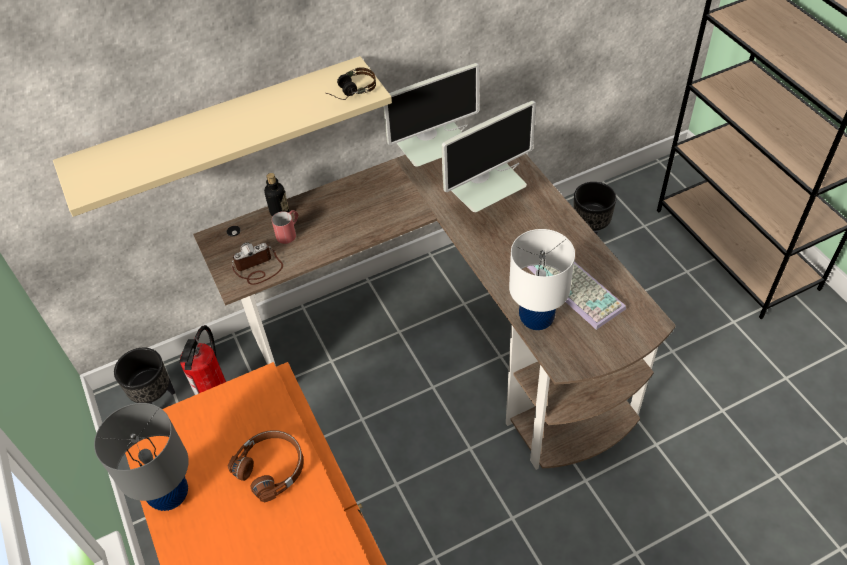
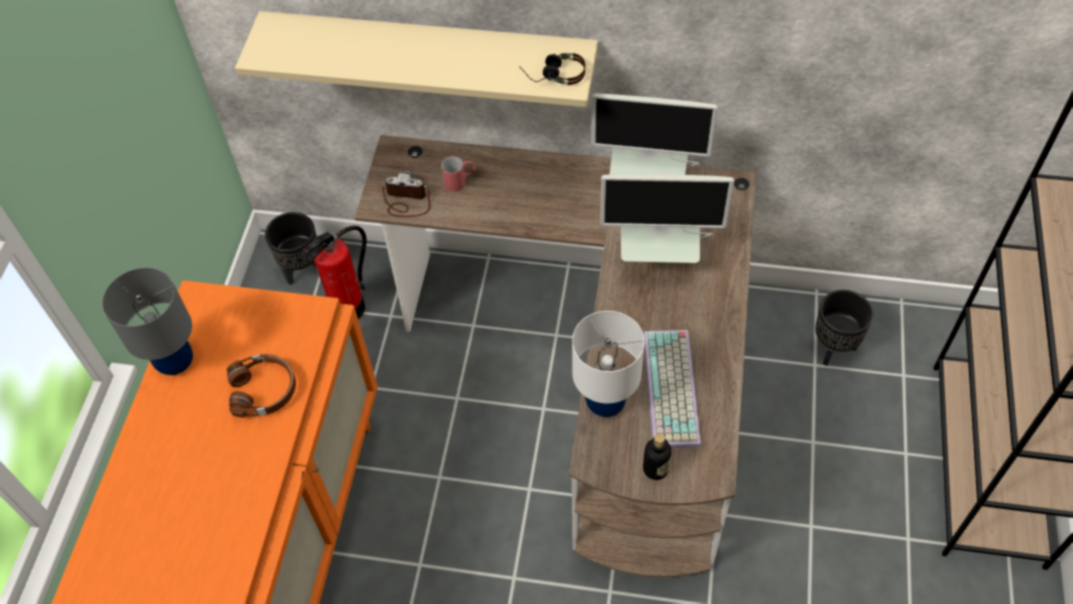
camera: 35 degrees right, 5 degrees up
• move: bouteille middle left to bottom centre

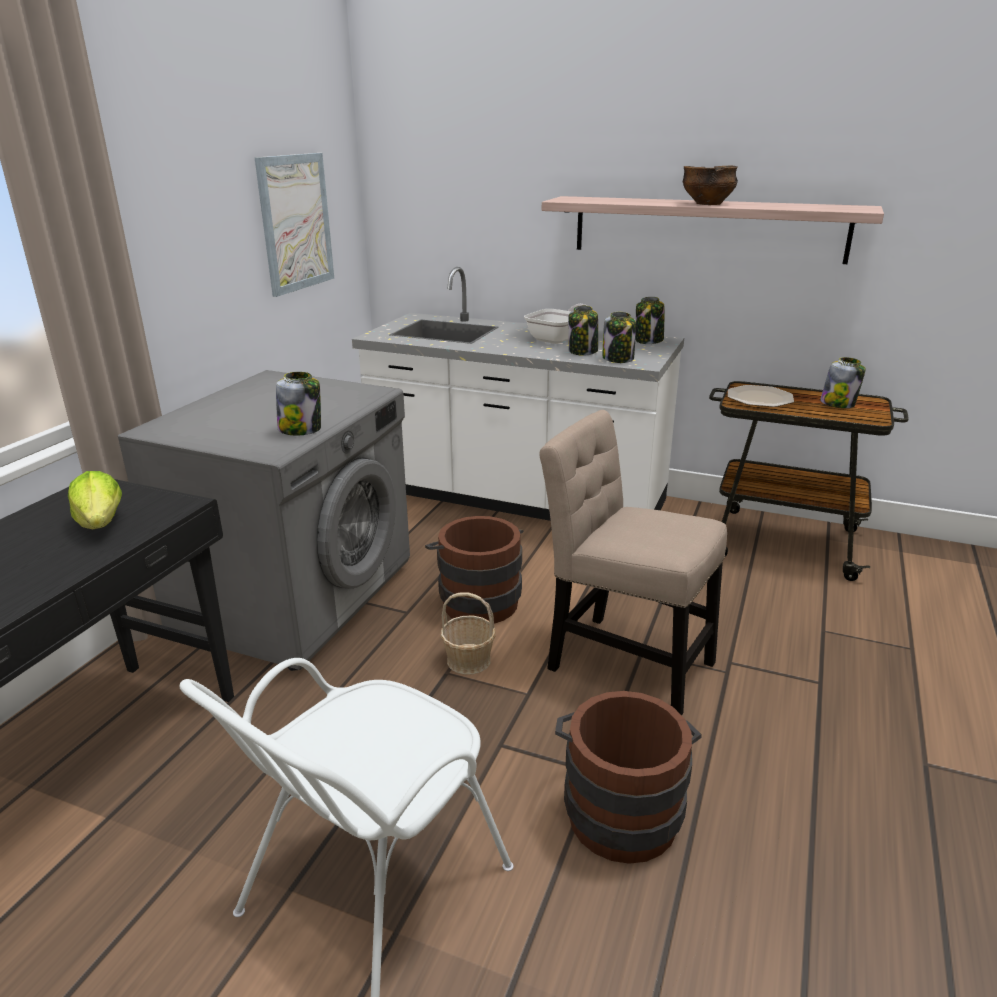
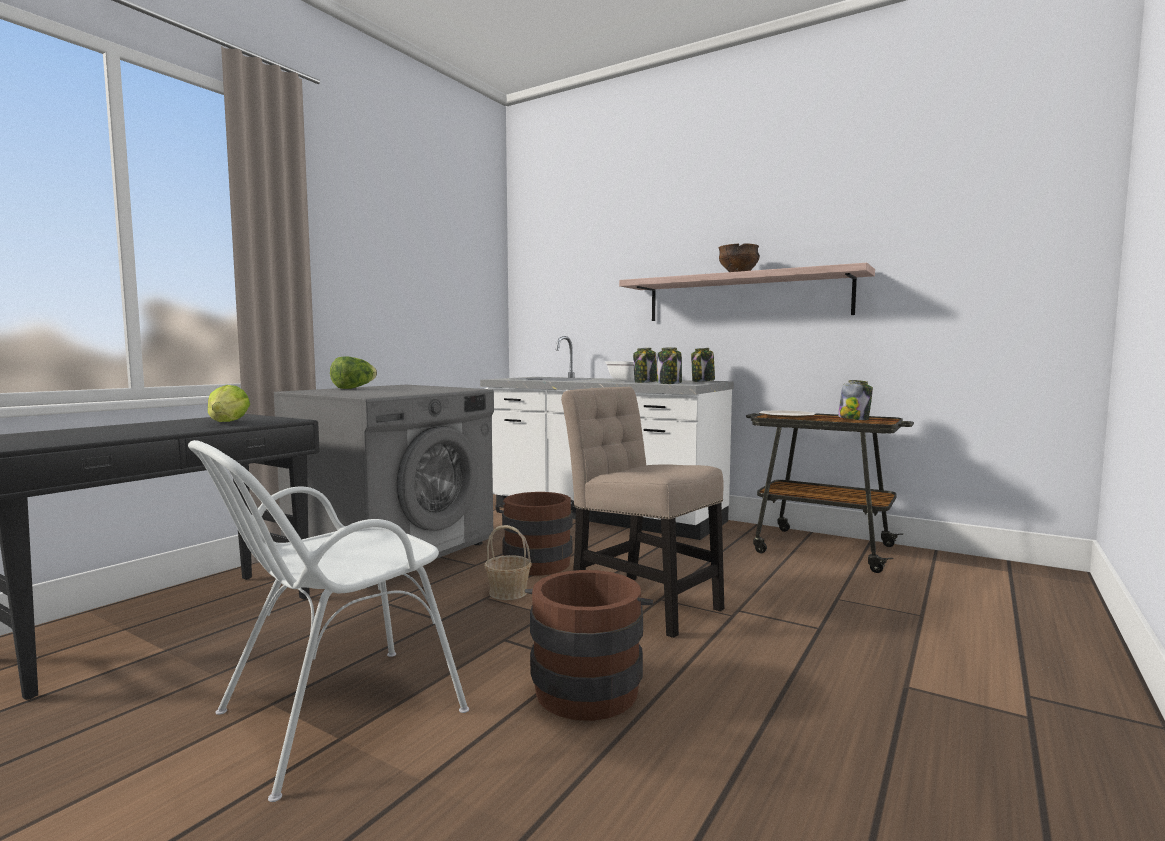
camera: 10 degrees right, 20 degrees down
• insert: laitue (2nd from left) middle left
• delete: tableau top left
• delete: bocal (1st from left) middle left

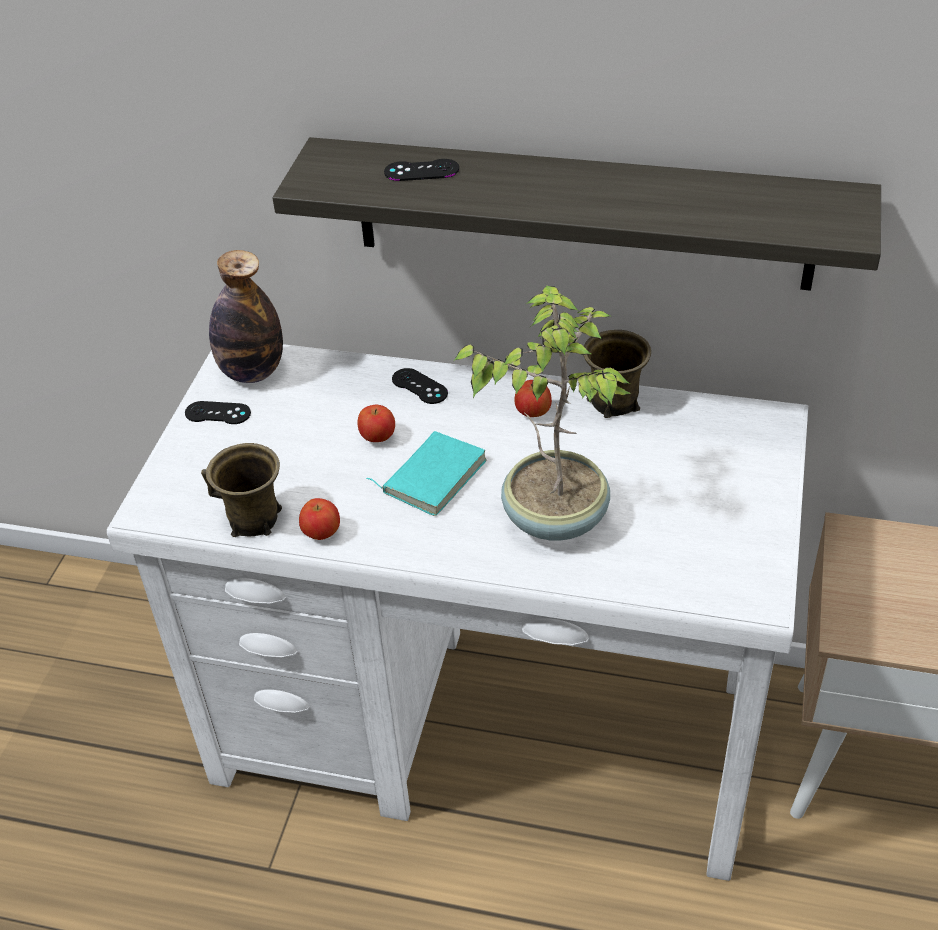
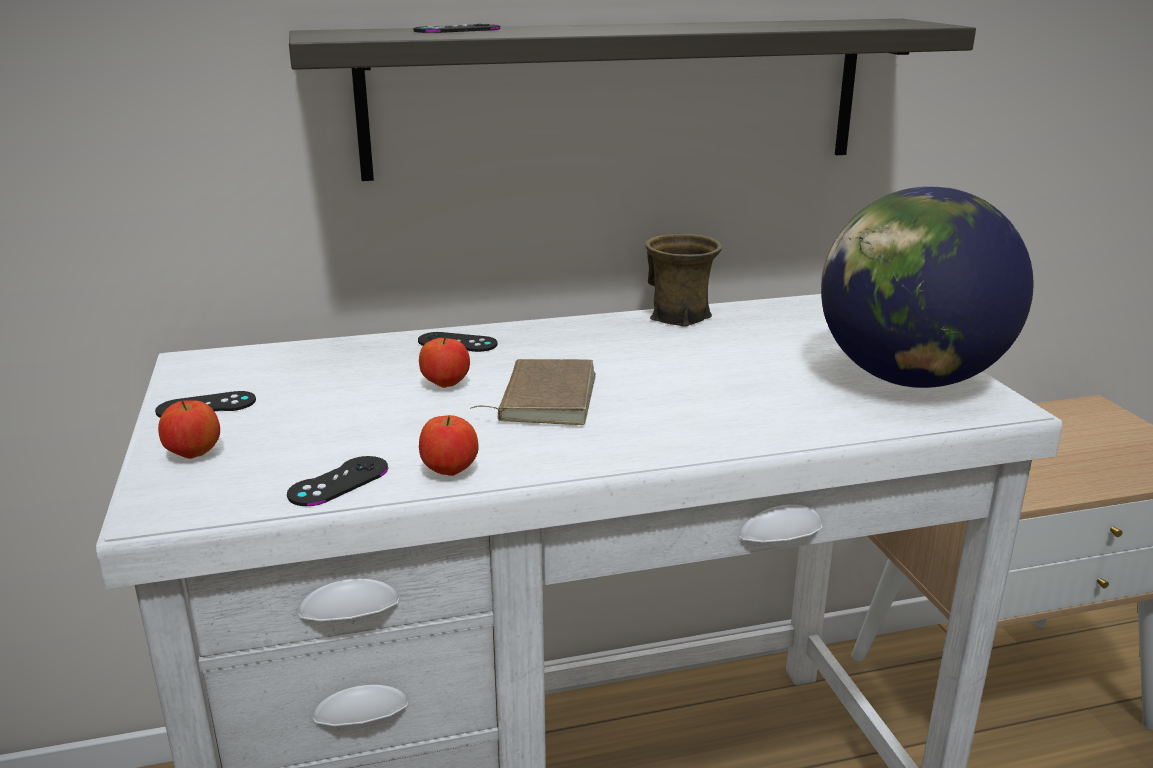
camera: 30 degrees left, 20 degrees down
• move: pomme (3rd from left in the first image) centre to pomme (1st from left) middle left
• replace: mug (marron) (1st from left) middle left to manette (noir) (2nd from left) middle left
• recolor: livre (turquoise) centre to livre (marron) centre
• insert: globe middle right
• delete: bouteille middle left
• delete: plante en pot centre

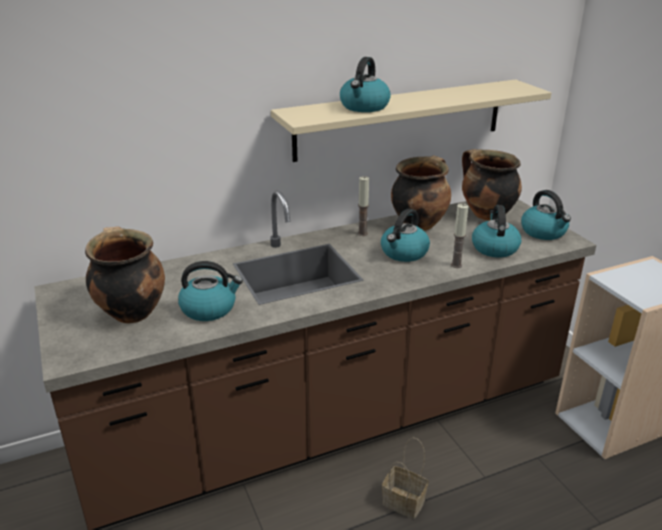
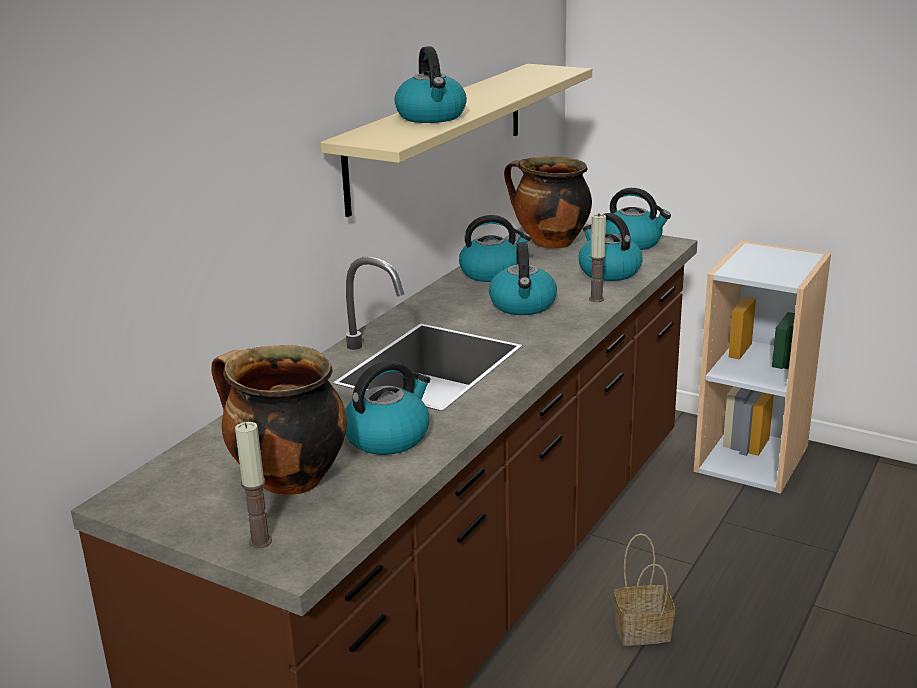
camera: 35 degrees left, 5 degrees down
• move: bougie (1st from left) centre to bottom left
• replace: marmite (2nd from left) centre to bouilloire (3rd from left) centre

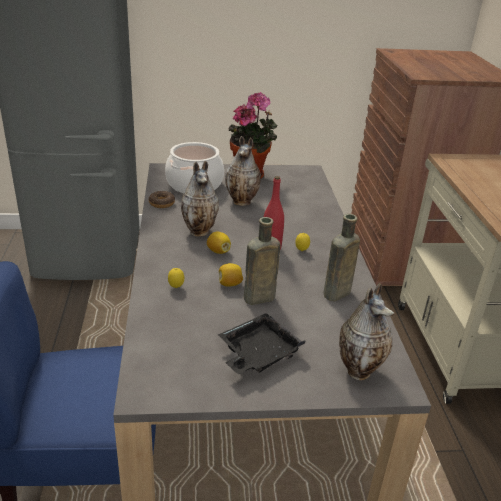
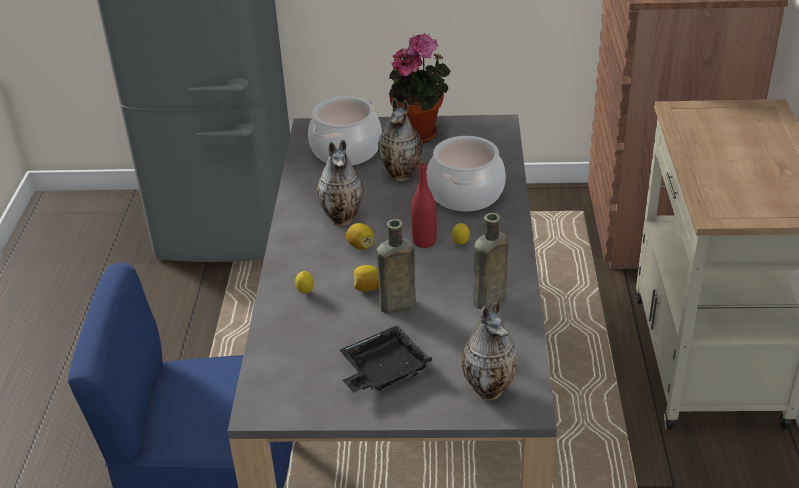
camera: 10 degrees right, 5 degrees up
• insert: marmite (2nd from left) centre
• delete: beignet middle left

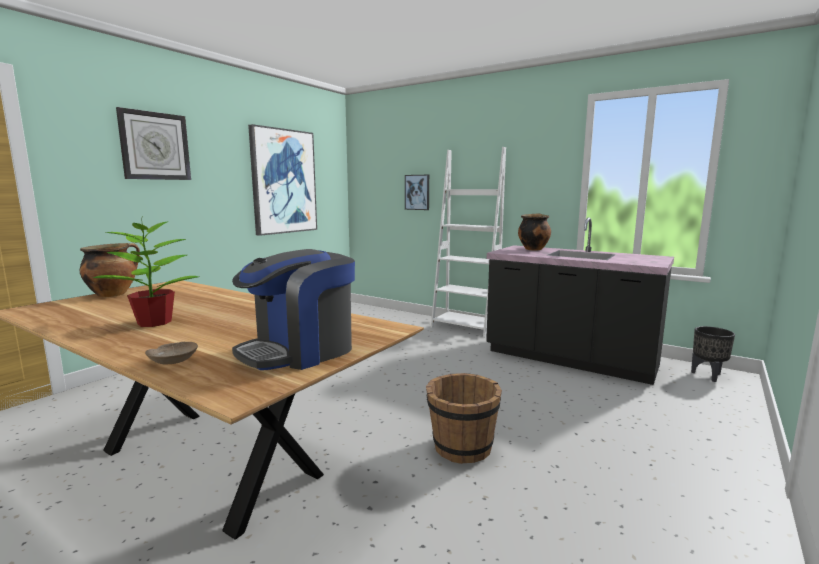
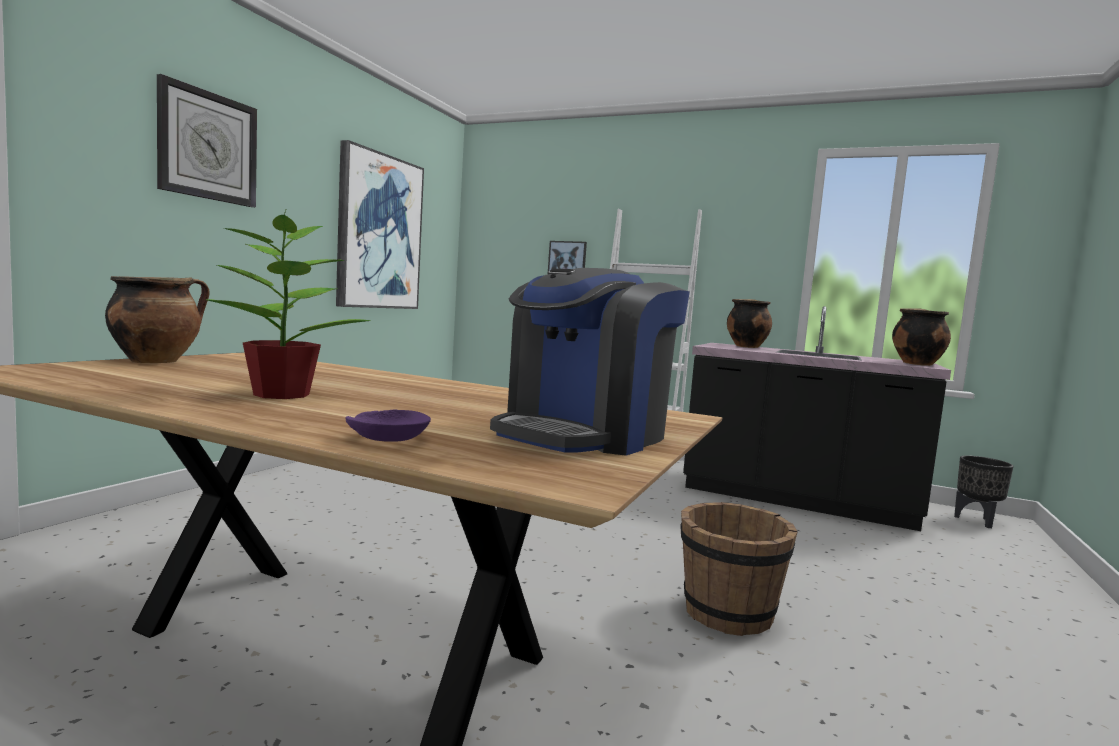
camera: 10 degrees left, 5 degrees down
• recolor: bol (beige) middle left to bol (violet) centre
• insert: marmite (3rd from left) middle right

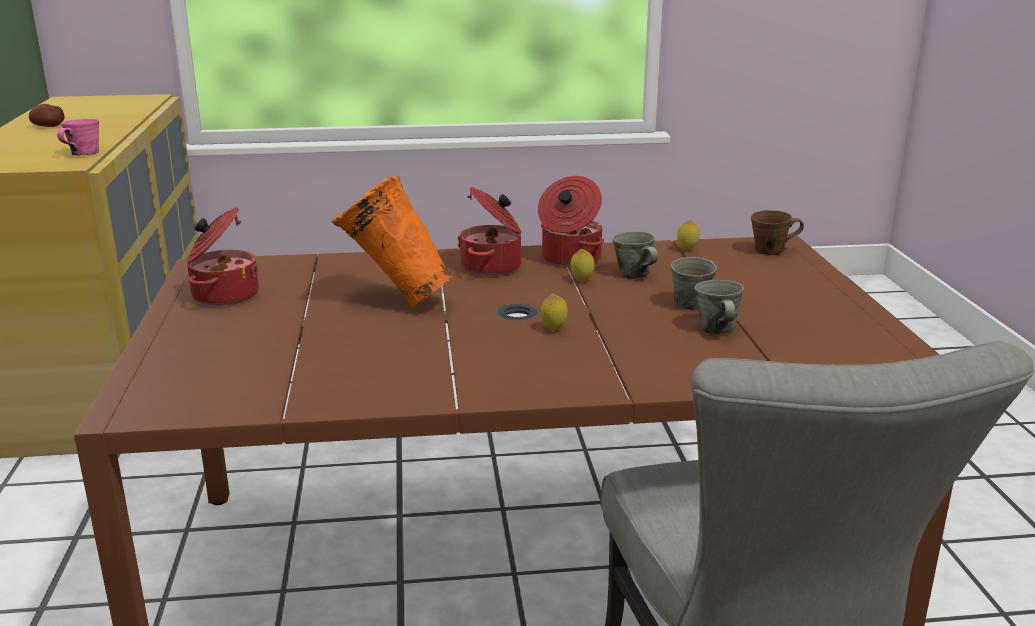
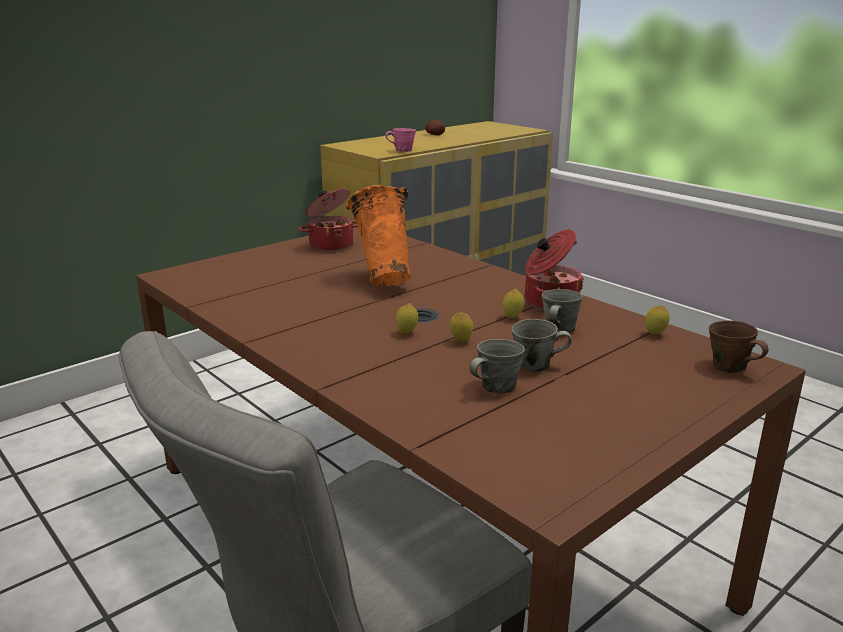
camera: 55 degrees right, 0 degrees up
• insert: citron (2nd from left) centre
• delete: marmite (2nd from left) centre

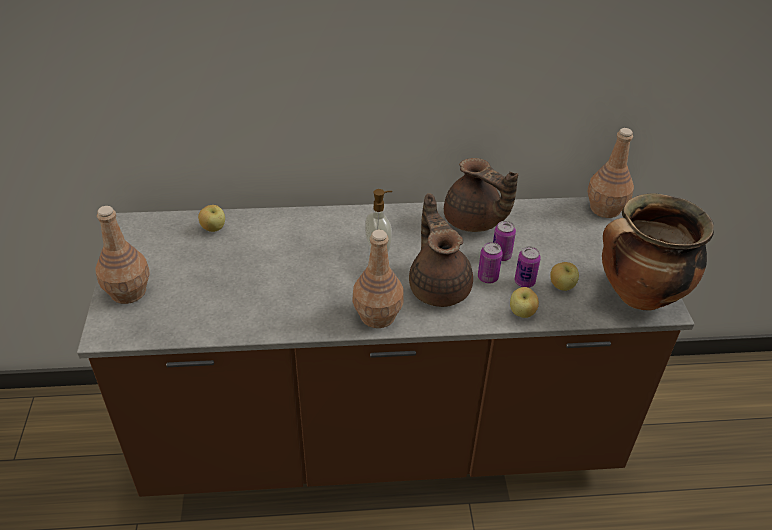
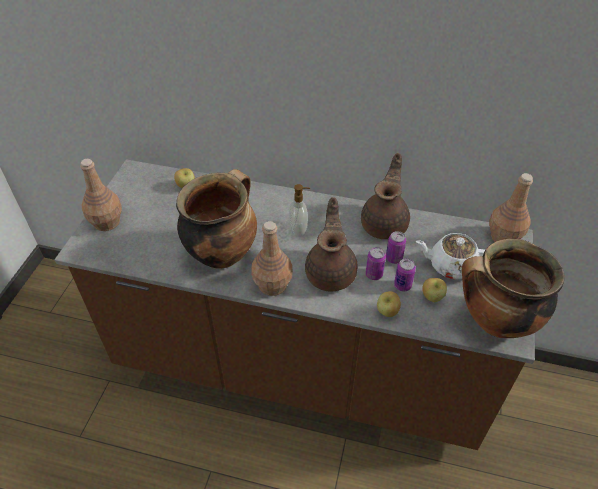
camera: 20 degrees right, 5 degrees up
• insert: marmite (1st from left) centre
• rotate: théière (marron) (2nd from left) centre = centre 135 degrees counterclockwise
• insert: théière (blanc) middle right

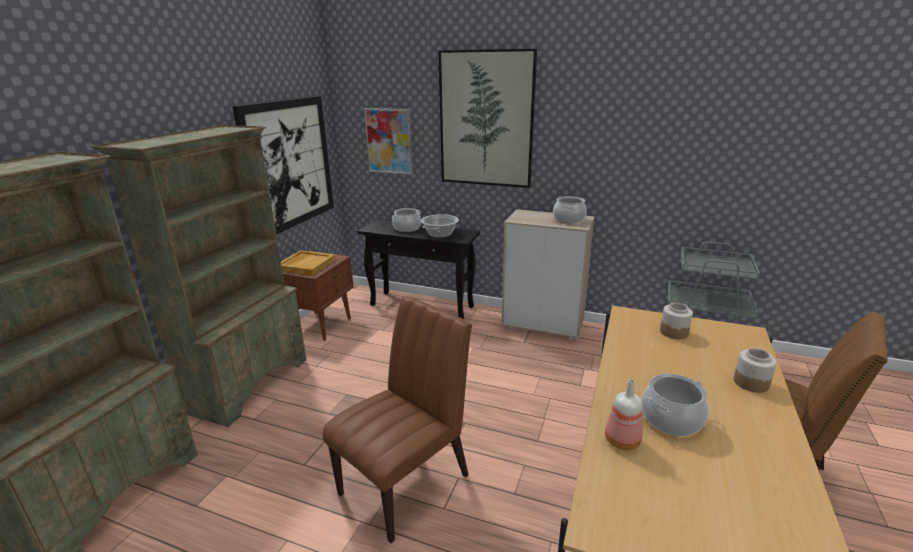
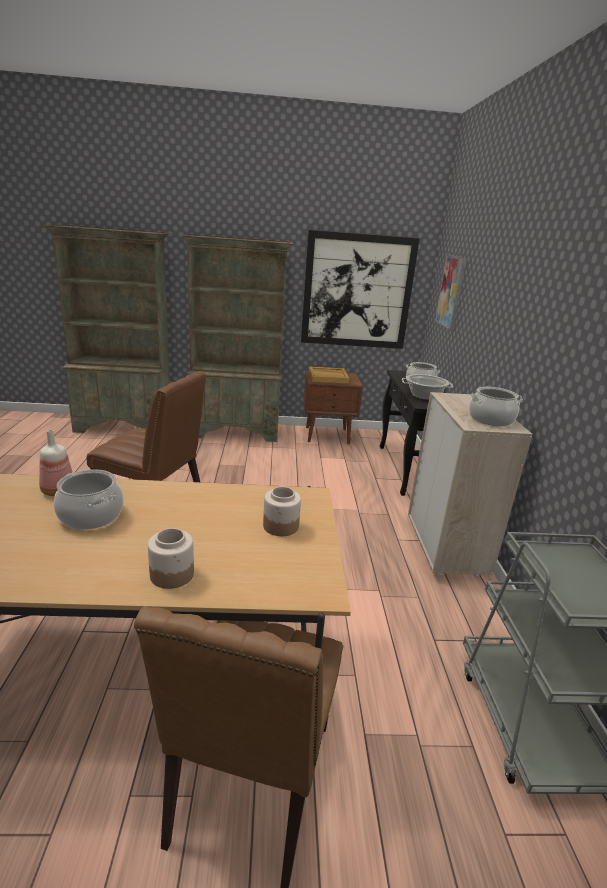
camera: 65 degrees right, 0 degrees up
• delete: tableau (3rd from left) top centre

